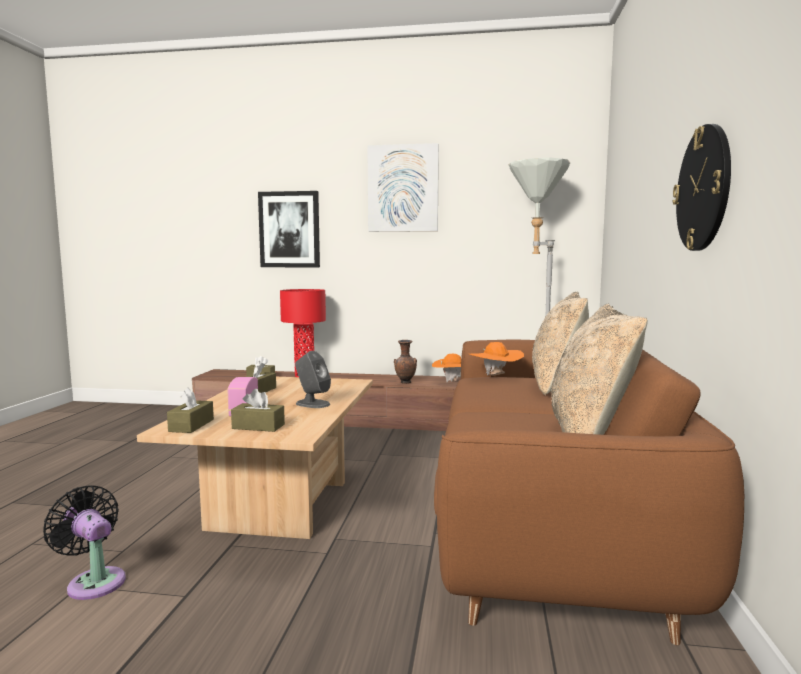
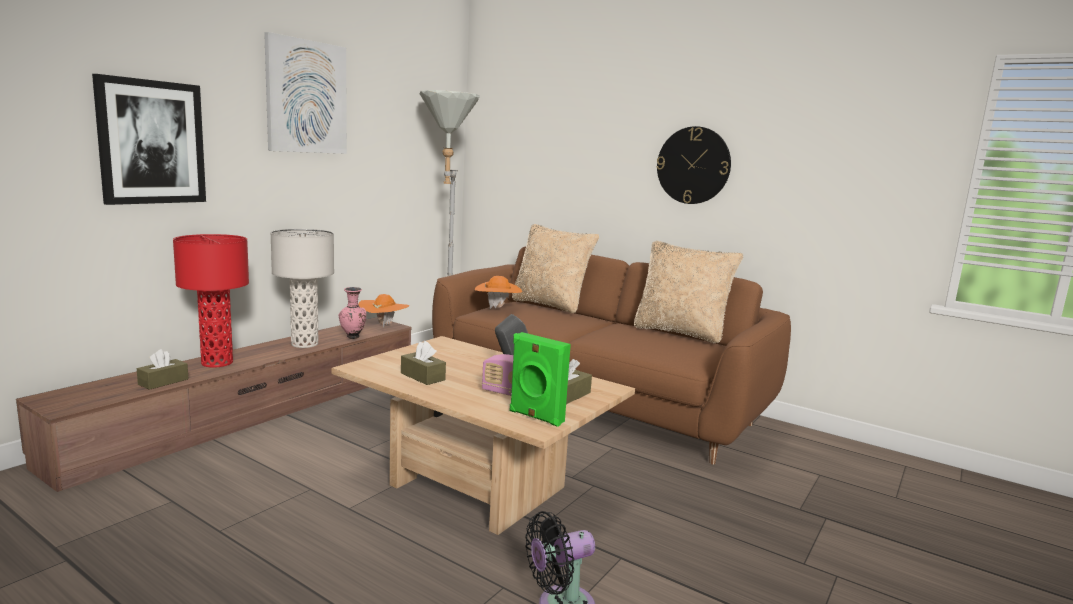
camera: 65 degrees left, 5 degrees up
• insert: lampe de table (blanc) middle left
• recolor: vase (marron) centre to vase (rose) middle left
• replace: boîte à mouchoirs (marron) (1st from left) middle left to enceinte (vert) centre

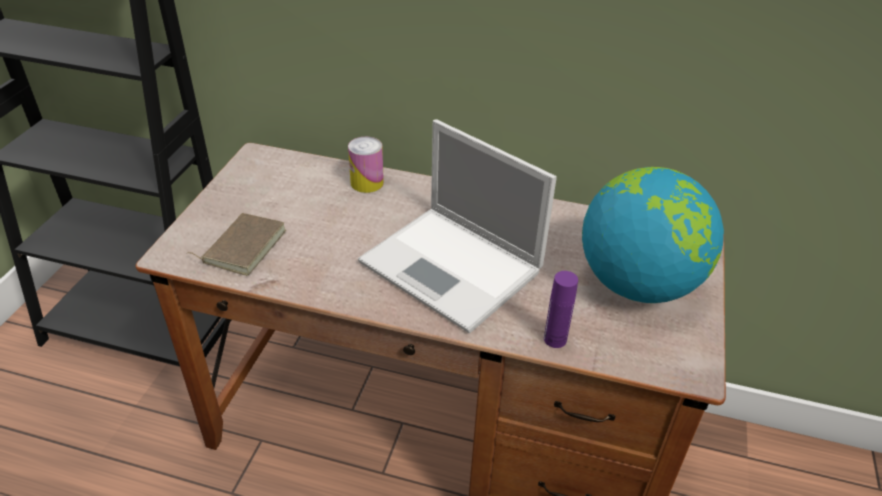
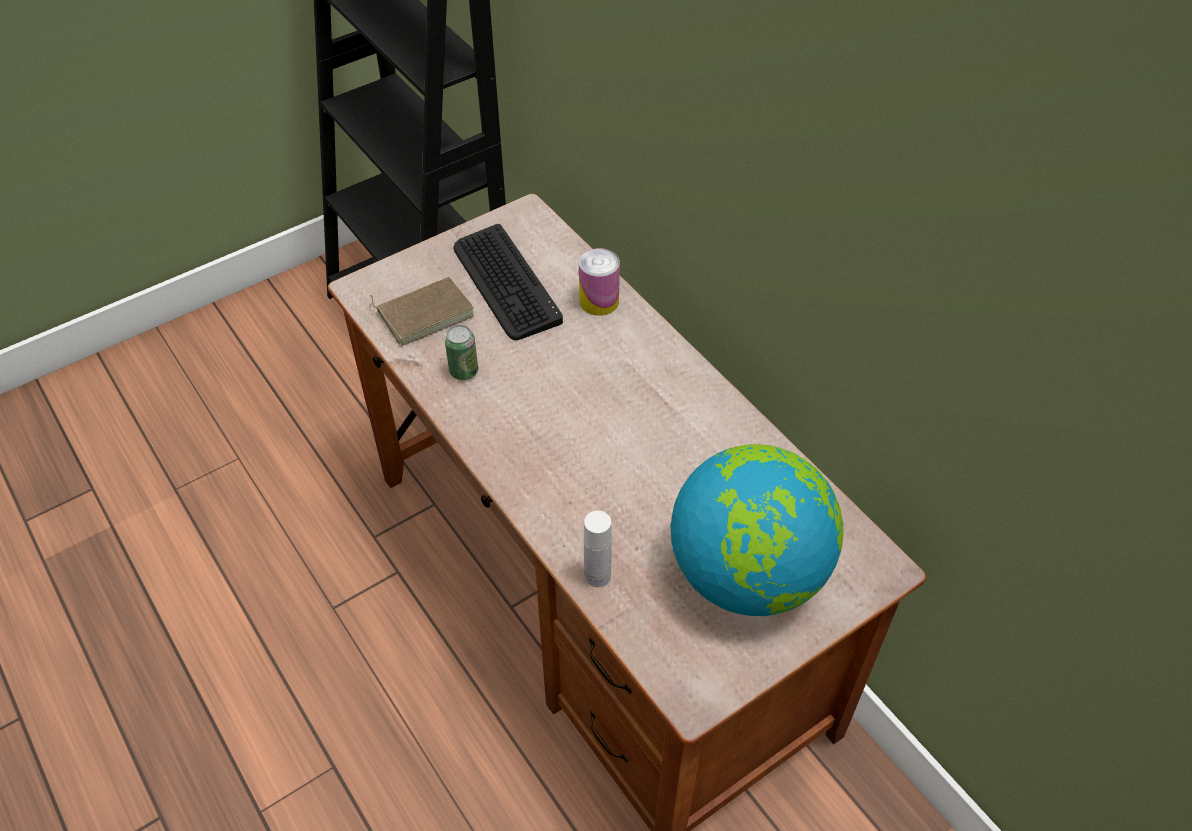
camera: 40 degrees right, 10 degrees up
• insert: boîte métallique (1st from left) centre
• insert: clavier centre
• recolor: bouteille (violet) centre to bouteille (blanc) centre
• delete: ordinateur portable centre

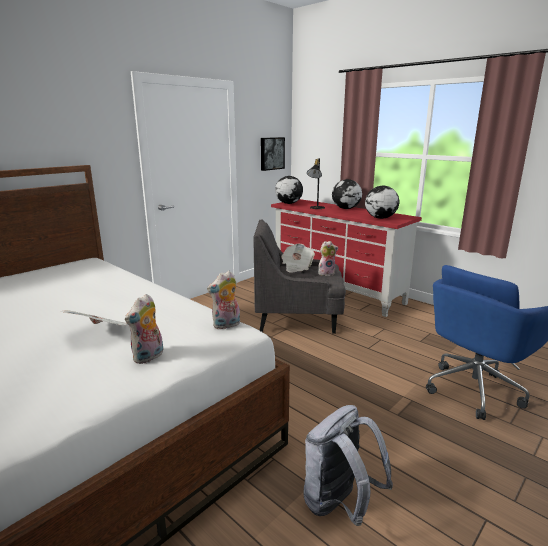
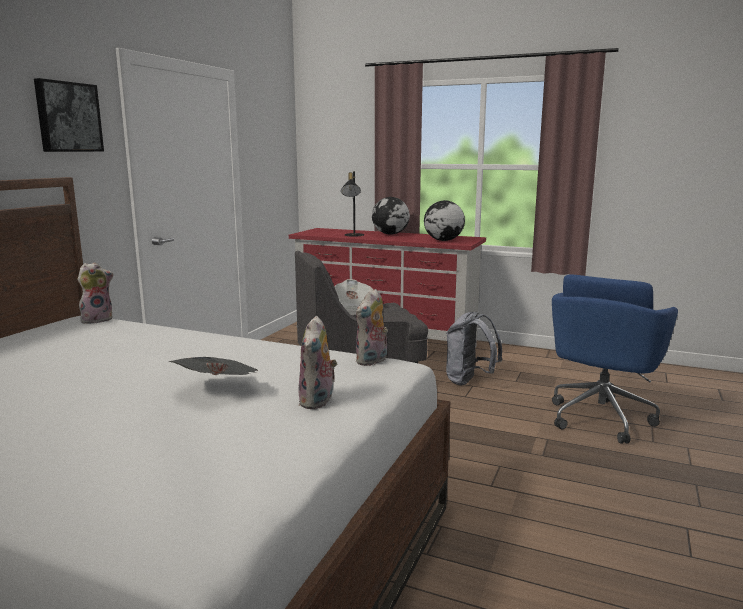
camera: 20 degrees left, 5 degrees down
• move: tableau top centre to top left
• move: peluche (3rd from left in the first image) centre to peluche (1st from left) middle left
• move: sac à dos (gris) bottom centre to centre
• delete: globe (1st from left) centre

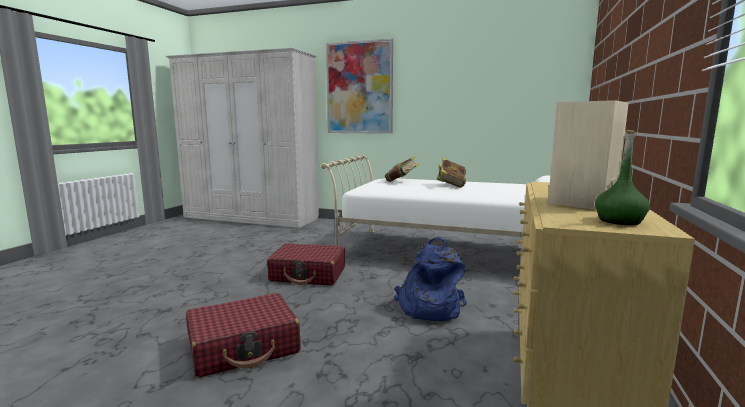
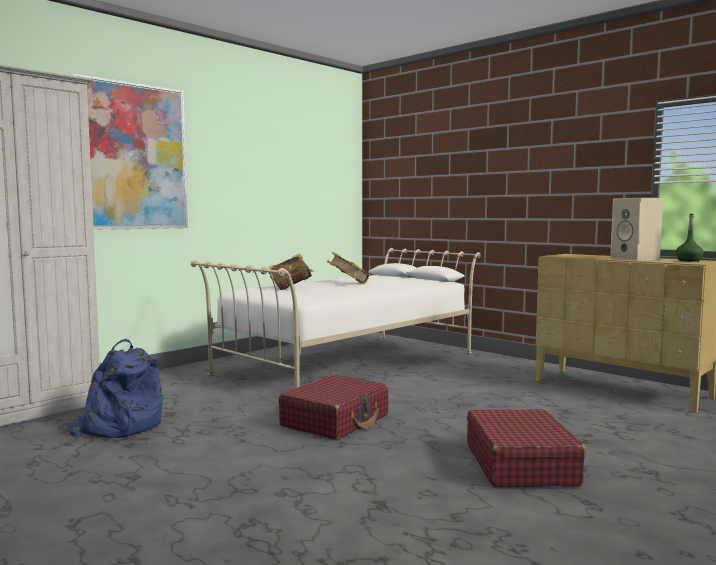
camera: 65 degrees left, 5 degrees down
• move: sac à dos (bleu) bottom centre to bottom left

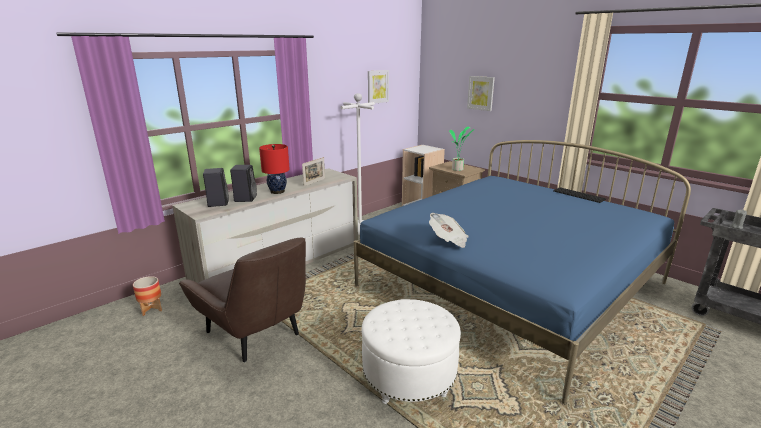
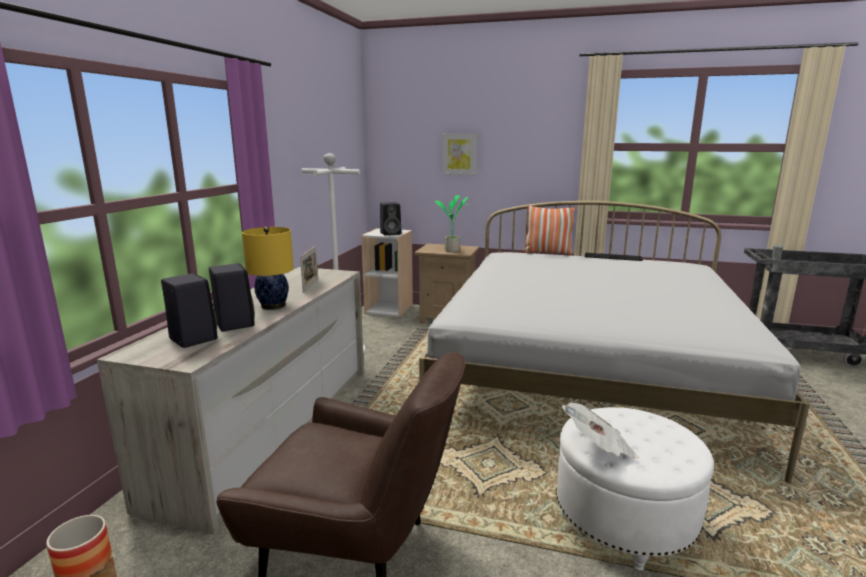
camera: 30 degrees left, 5 degrees down
• recolor: lampe de table (rouge) centre to lampe de table (jaune) middle left
• insert: enceinte (noir) (3rd from left) centre
• recolor: lit (bleu) middle right to lit (blanc) middle right
• insert: coussin centre
• move: journal centre to bottom right
• delete: tableau (1st from left) top centre

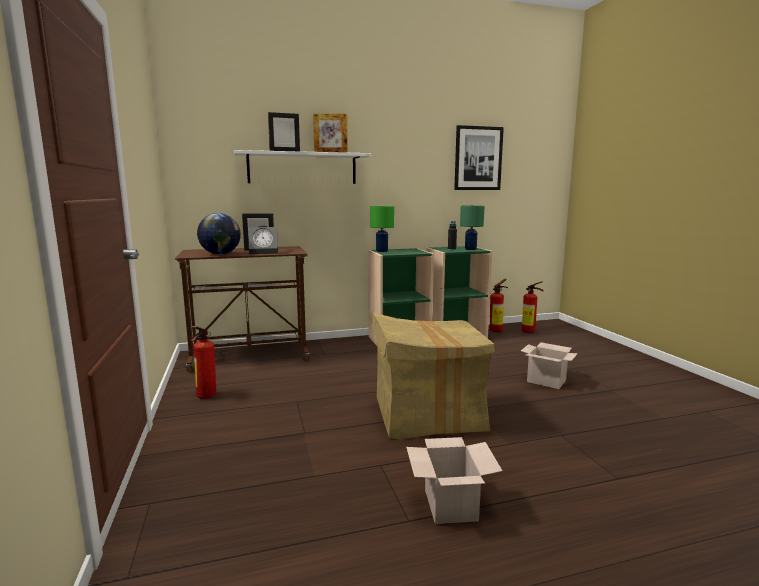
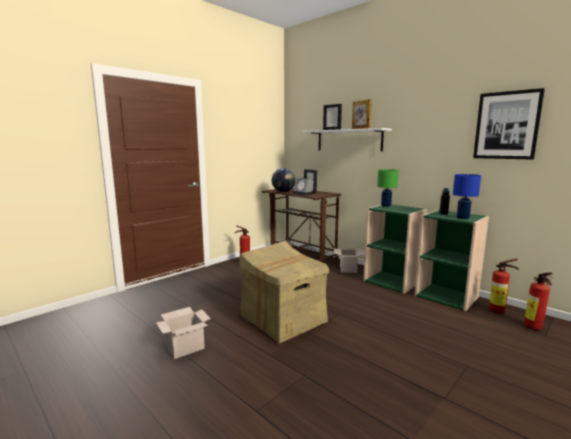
camera: 60 degrees right, 0 degrees up
• move: carton (3rd from left) middle right to centre
• recolor: lampe de table (vert) (2nd from left) centre to lampe de table (bleu) middle right

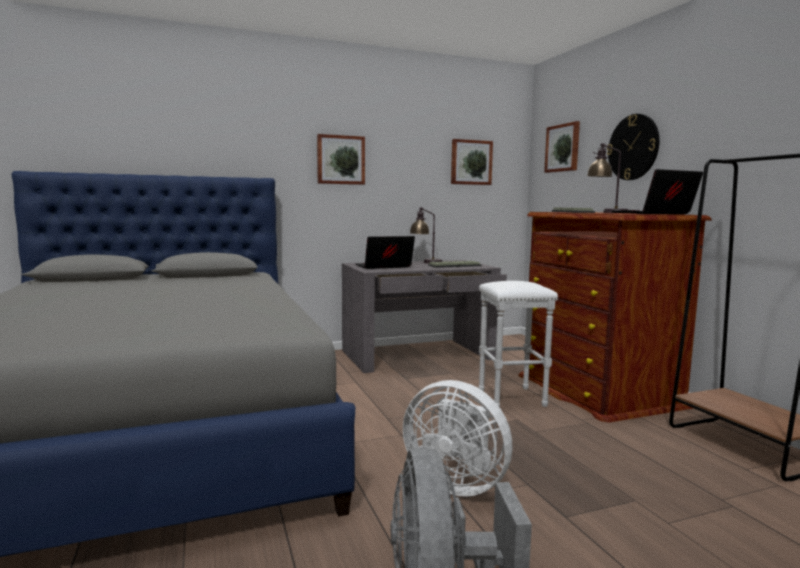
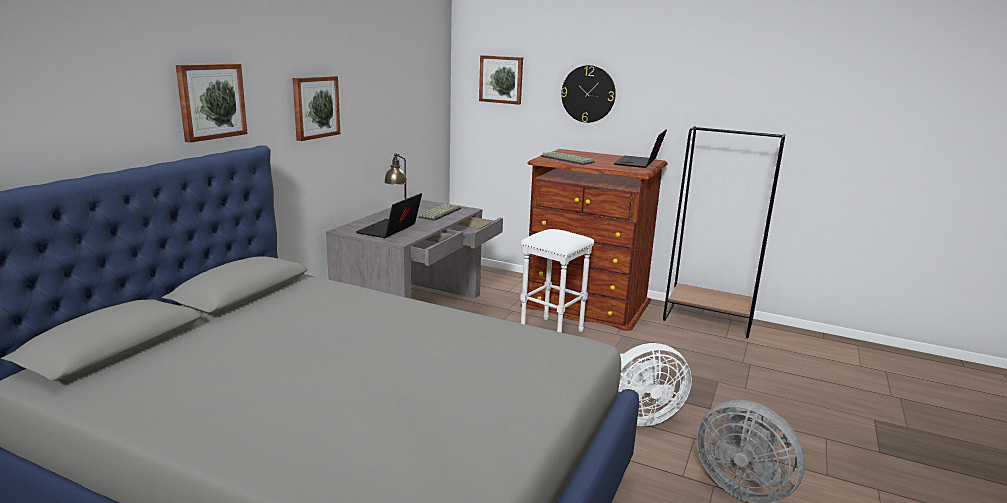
camera: 45 degrees left, 10 degrees up
• move: tableau (2nd from left in the first image) top centre to tableau (1st from left) top left
• delete: lampe de table (2nd from left) top right

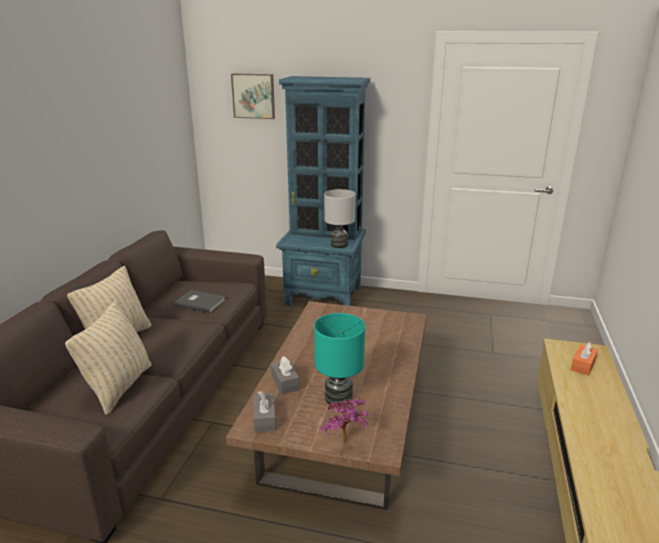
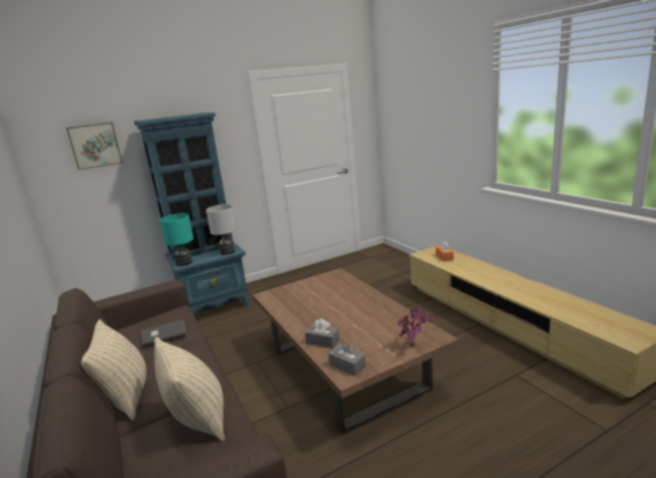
camera: 40 degrees left, 5 degrees down
• move: lampe de table (turquoise) centre to middle left

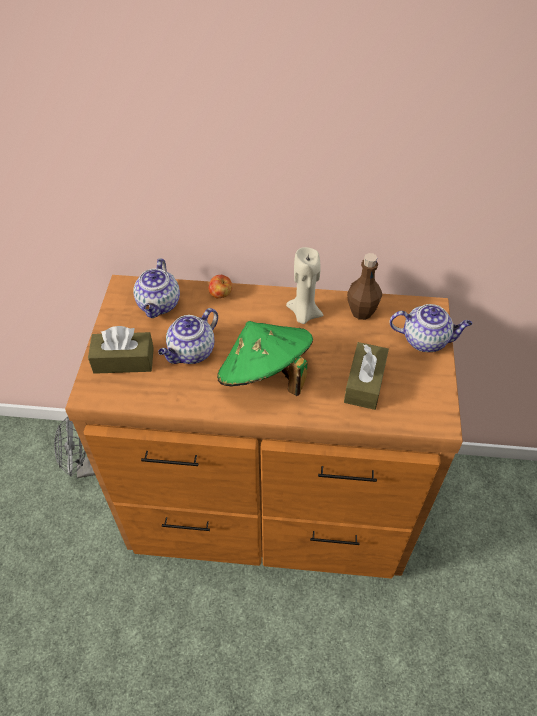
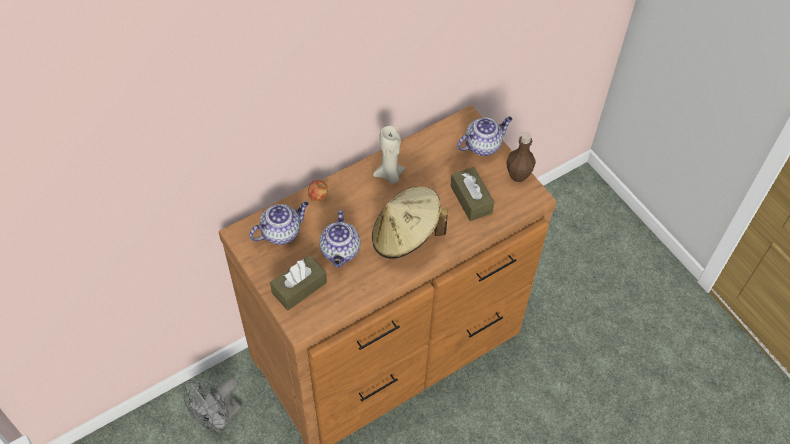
camera: 40 degrees left, 5 degrees up
• rotate: théière (1st from left) middle left = centre 90 degrees counterclockwise
• recolor: chapeau (vert) centre to chapeau (beige) centre
• move: bouteille (marron) middle right to centre

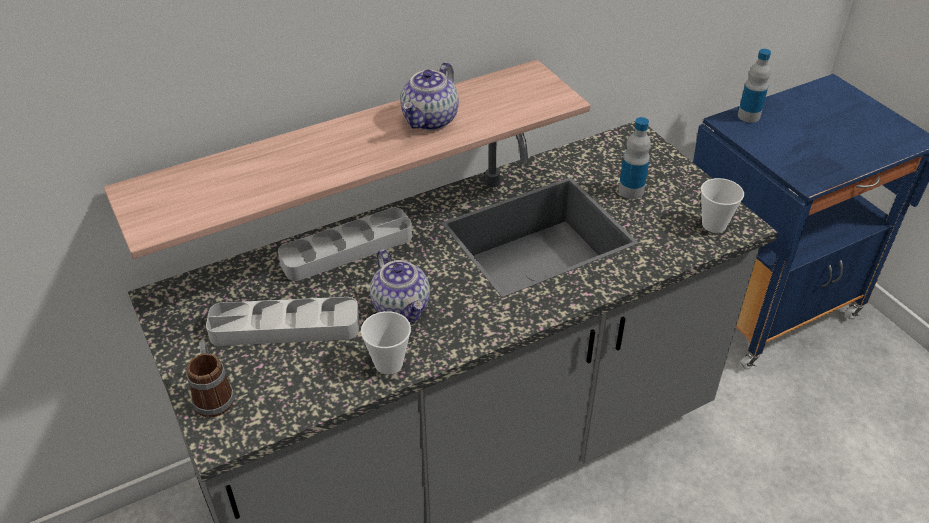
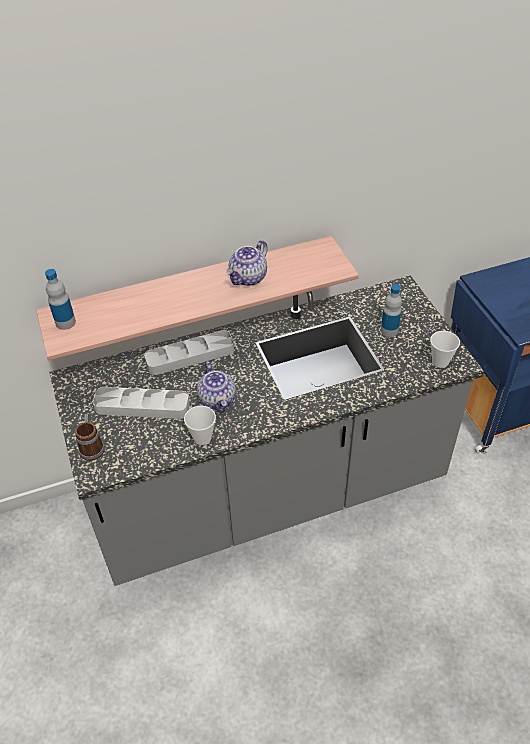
camera: 10 degrees right, 5 degrees up
• move: bouteille (2nd from left in the first image) top right to bouteille (1st from left) middle left

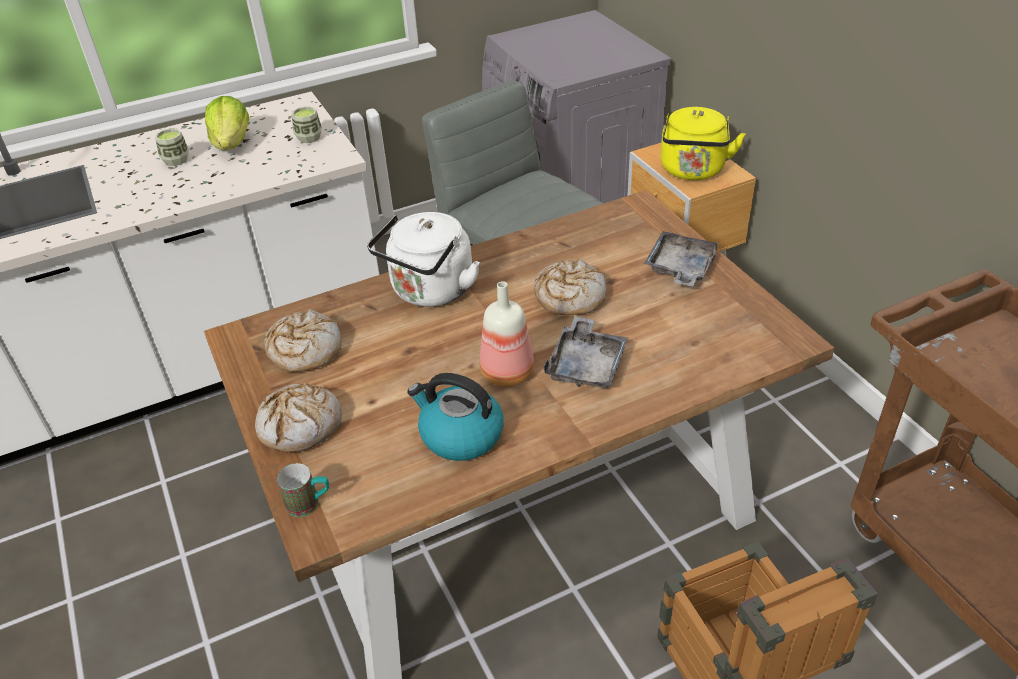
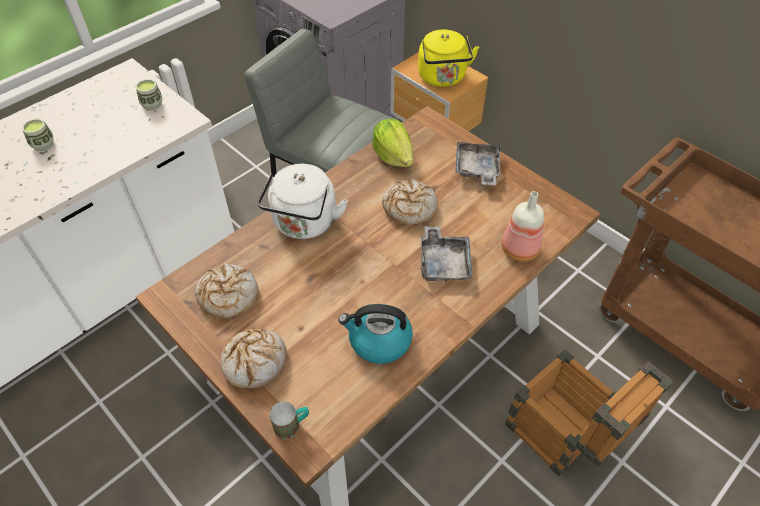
camera: 20 degrees left, 10 degrees up
• move: laitue top left to top centre
• move: bouteille centre to middle right

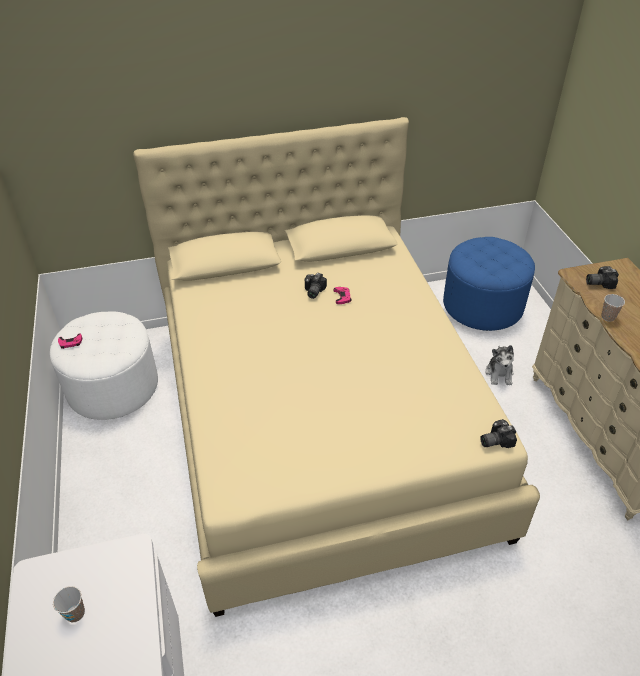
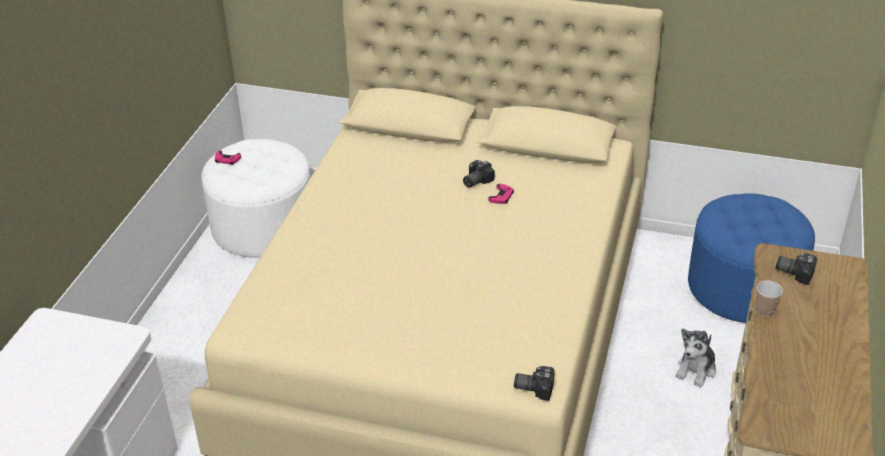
camera: 30 degrees right, 5 degrees down
• delete: tasse (1st from left) bottom left

